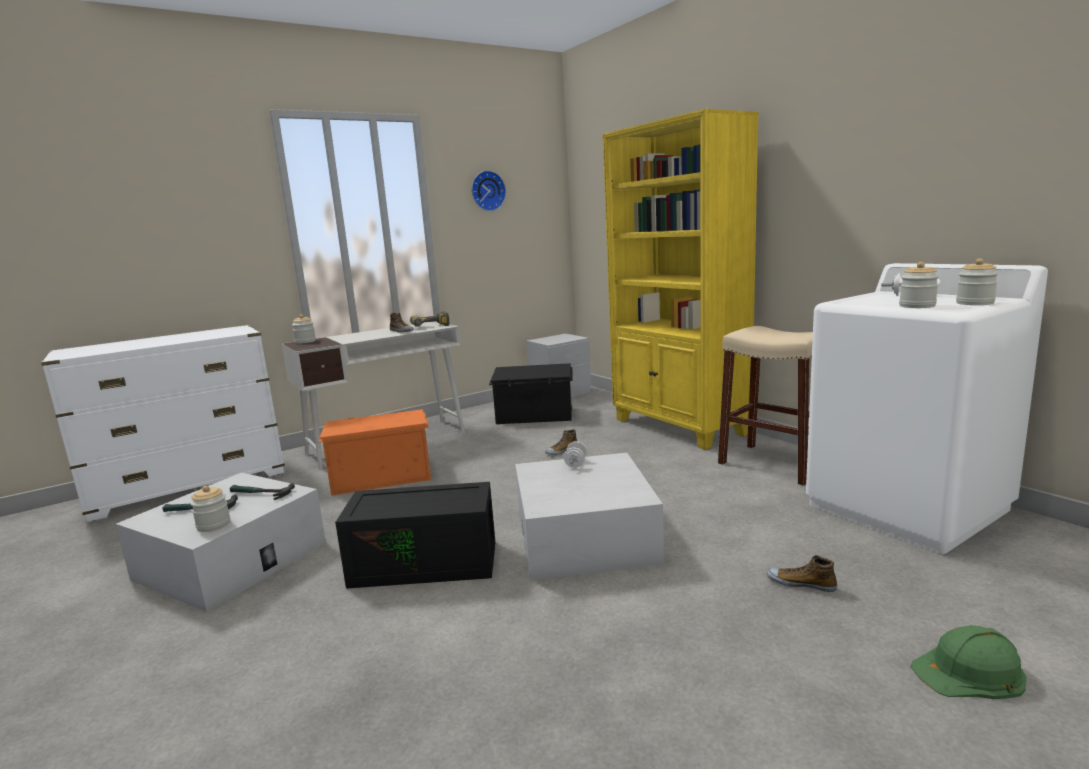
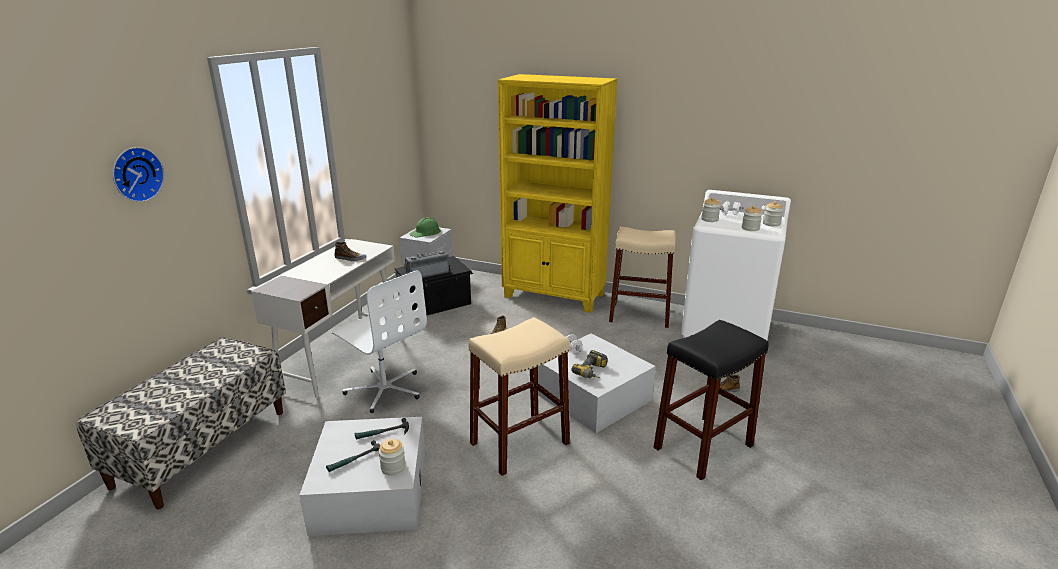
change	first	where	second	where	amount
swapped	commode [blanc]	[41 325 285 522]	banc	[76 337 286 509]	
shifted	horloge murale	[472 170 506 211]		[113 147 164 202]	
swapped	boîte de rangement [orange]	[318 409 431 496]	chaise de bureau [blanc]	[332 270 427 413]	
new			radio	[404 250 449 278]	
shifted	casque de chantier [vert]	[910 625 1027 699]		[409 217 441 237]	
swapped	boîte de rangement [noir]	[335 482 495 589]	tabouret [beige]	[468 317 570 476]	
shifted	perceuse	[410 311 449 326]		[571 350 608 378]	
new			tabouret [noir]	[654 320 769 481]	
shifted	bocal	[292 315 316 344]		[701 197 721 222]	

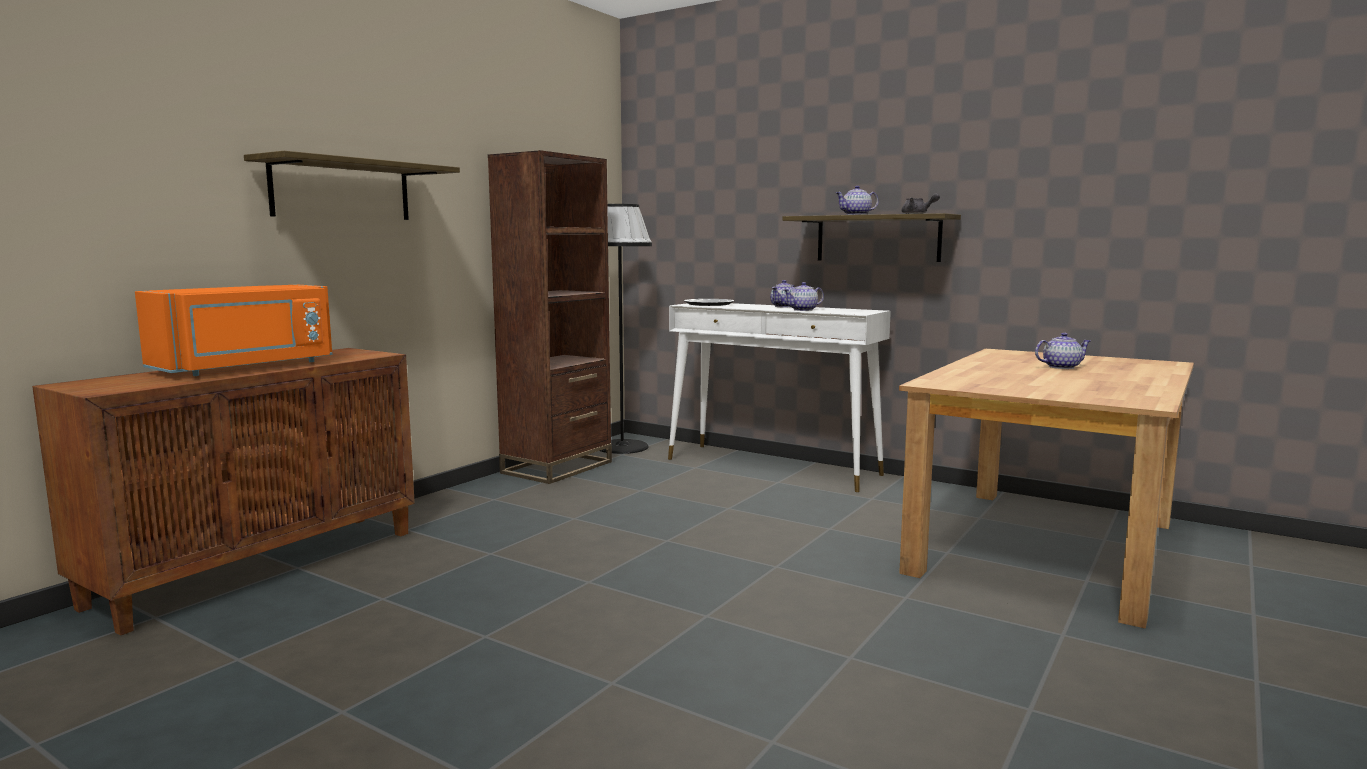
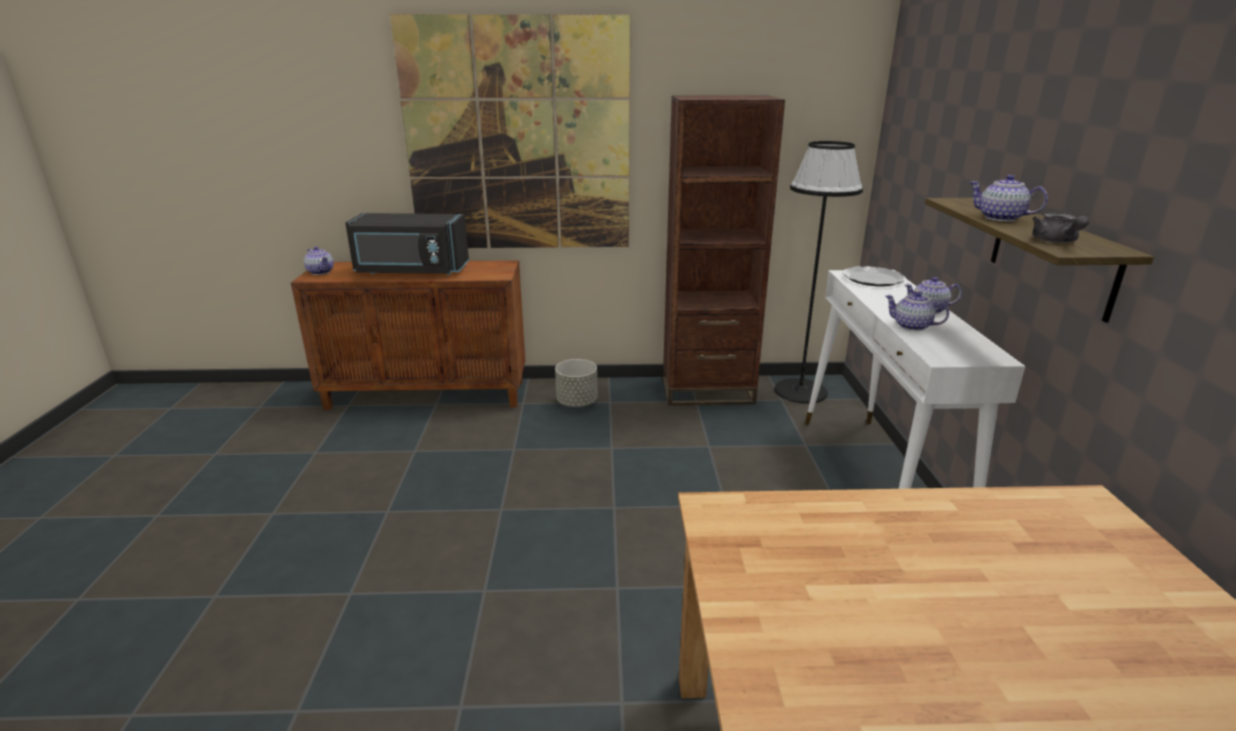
change	first	where	second	where	amount
shifted	théière	[1035 332 1091 369]		[304 247 334 275]	
repainted	micro-ondes [orange]	[135 284 333 376]	micro-ondes [noir]	[345 213 469 275]	
swapped	étagère	[244 151 460 220]	tableau	[390 14 630 248]	
new			cache-pot [gris]	[555 359 597 407]	

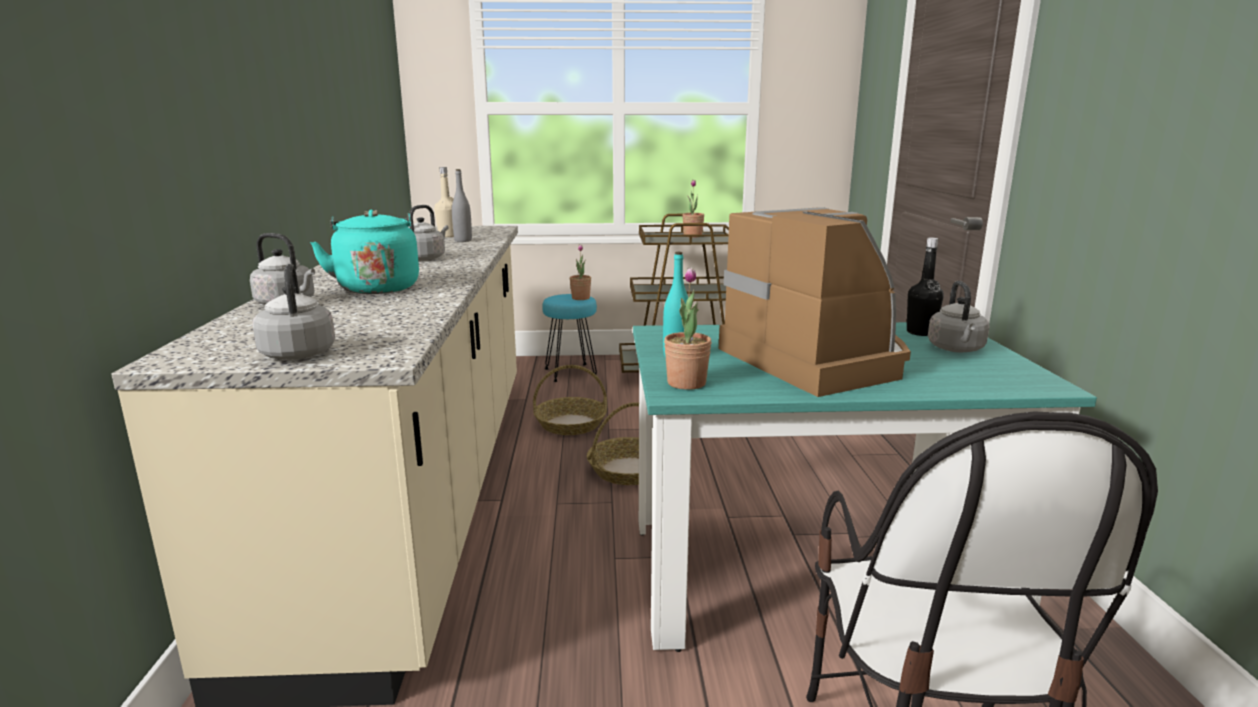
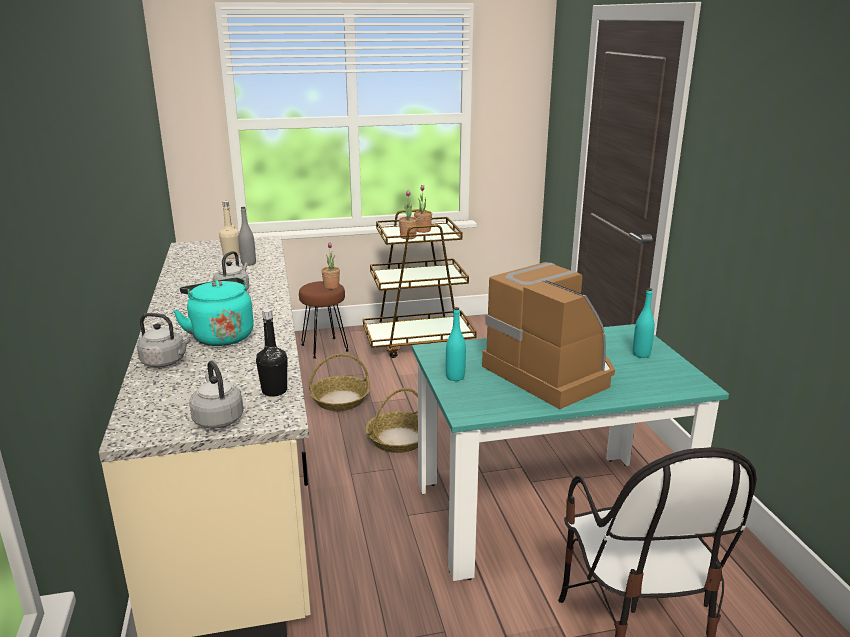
change	first	where	second	where	amount
shifted	bouteille [noir]	[907 237 944 336]		[256 309 287 397]	
repainted	tabouret [turquoise]	[542 294 597 382]	tabouret [marron]	[299 281 349 359]	
shifted	plante en pot	[664 268 712 390]		[399 190 418 239]	
swapped	bouilloire [gris]	[928 281 990 352]	bouteille [turquoise]	[633 288 655 358]	

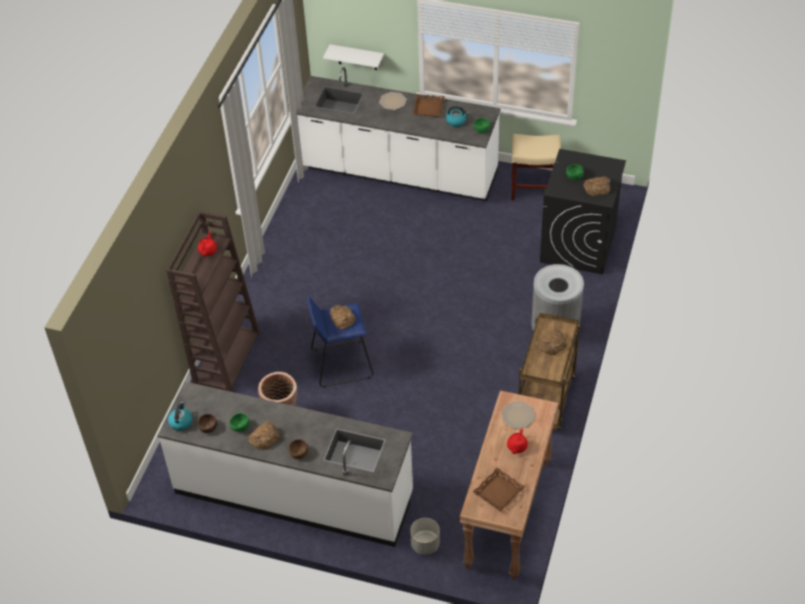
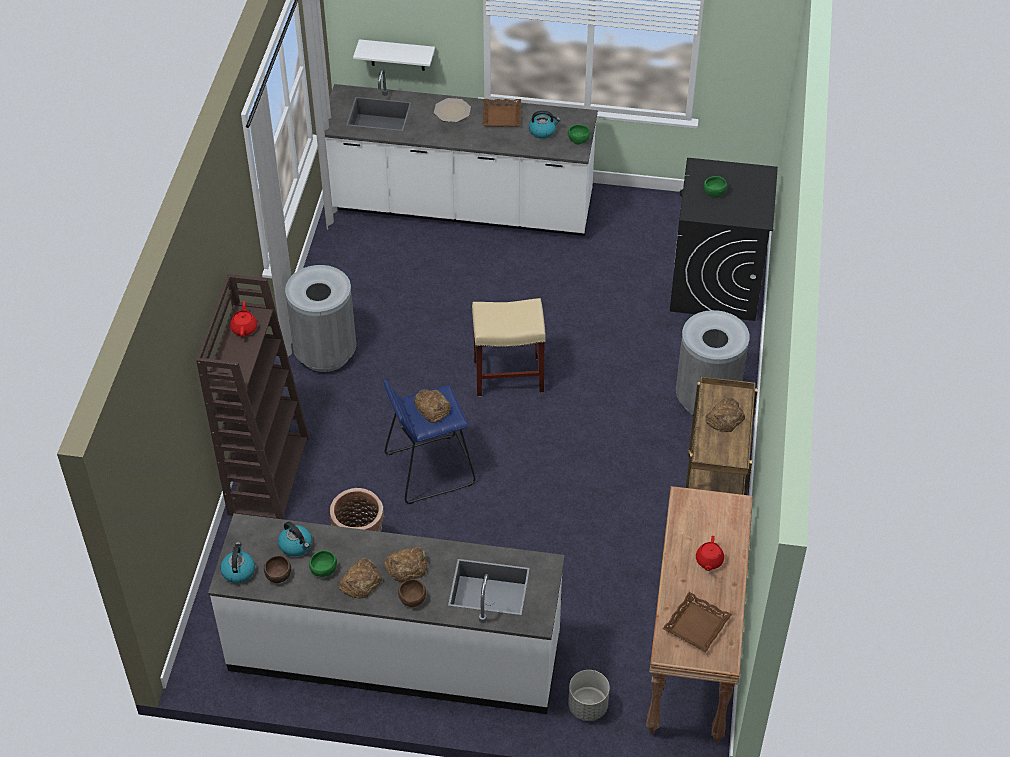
change	first	where	second	where	amount
new			bouilloire	[278 521 312 557]	
new			poubelle [gris]	[285 265 356 372]	
shifted	pain	[583 176 610 197]		[384 547 428 583]	
shifted	tabouret [beige]	[511 134 561 201]		[472 298 546 397]	
gone	assiette	[501 402 535 429]			

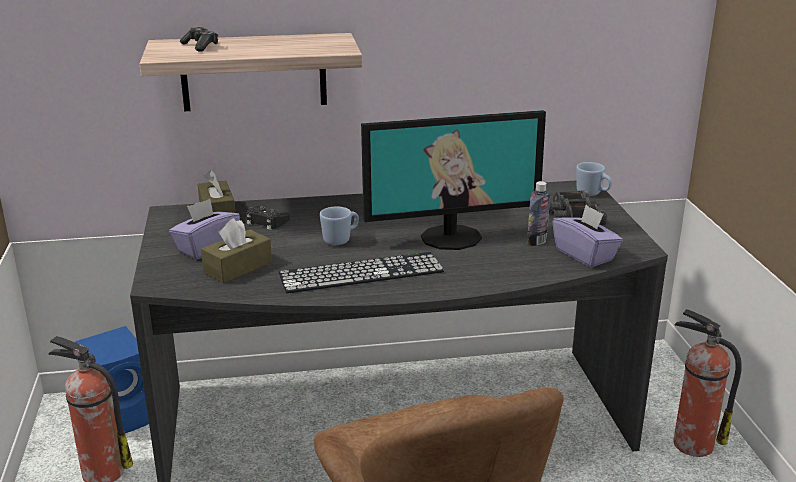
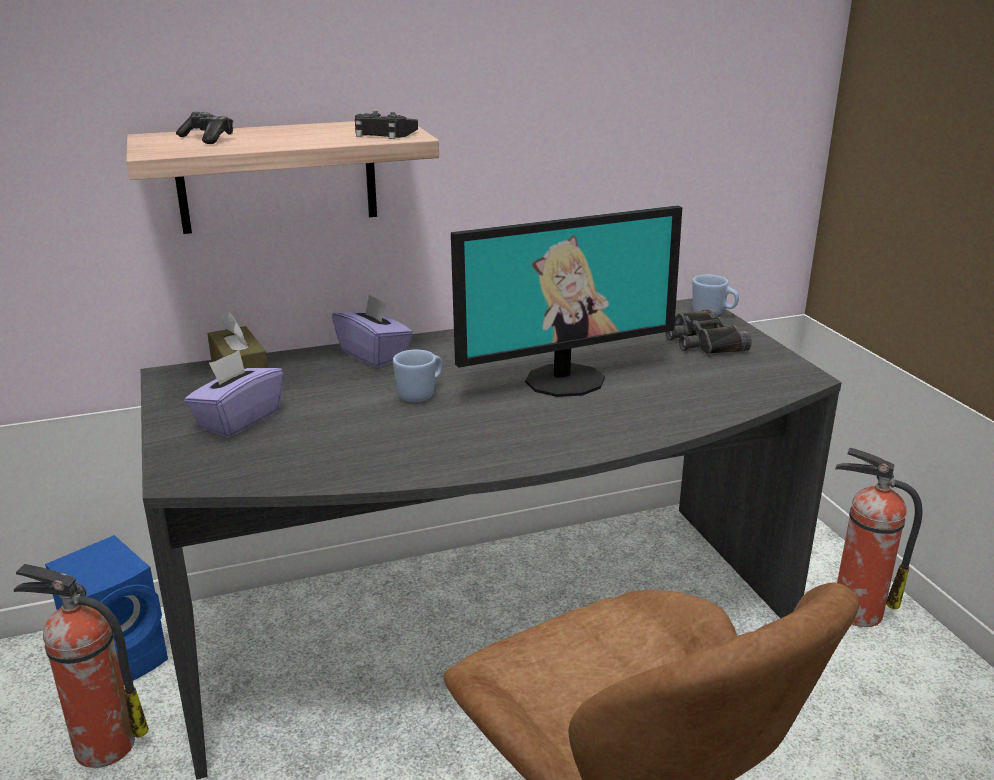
change	first	where	second	where	amount
shifted	boîte à mouchoirs [violet]	[552 205 623 267]		[332 294 413 367]	
shifted	manette [noir]	[246 206 290 230]		[355 111 418 139]	
gone	boîte à mouchoirs [marron]	[201 218 272 283]			
gone	clavier	[279 252 444 294]			
gone	bouteille	[527 181 550 246]			

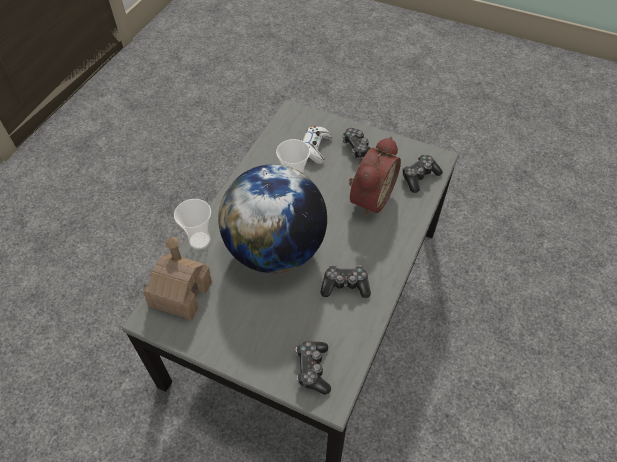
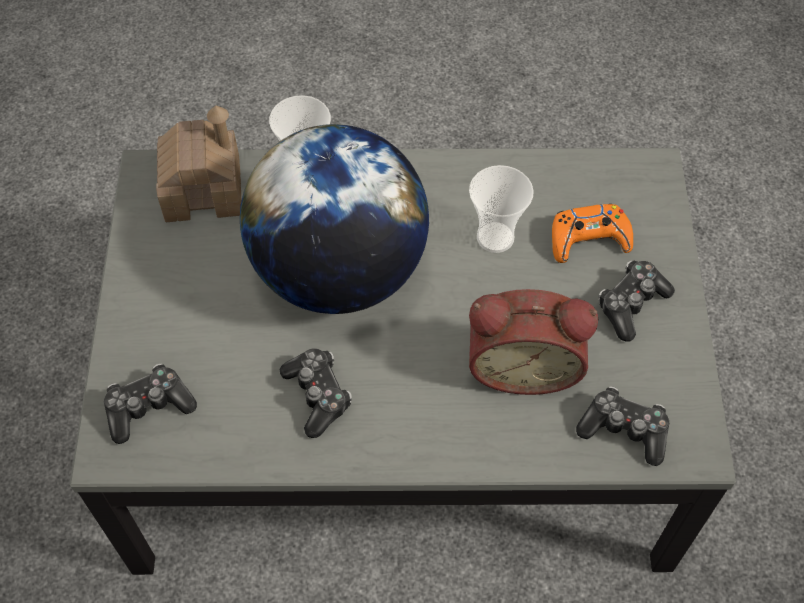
change	first	where	second	where	amount
repainted	manette [blanc]	[303 126 332 164]	manette [orange]	[552 204 633 263]	

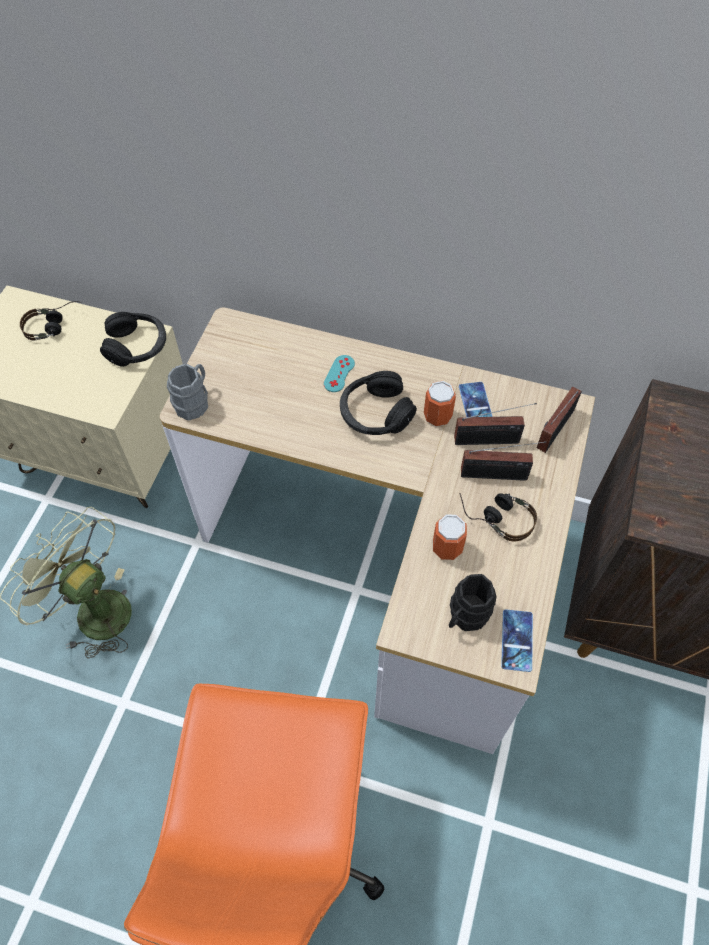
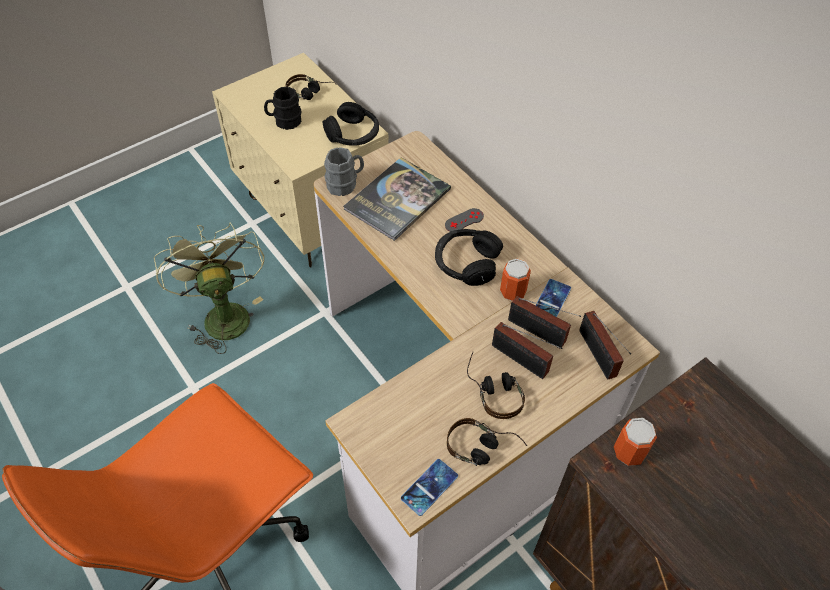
change	first	where	second	where	amount
shifted	mug [noir]	[449 574 496 631]		[264 87 302 130]	
new			livre	[343 157 451 241]	
repainted	manette [turquoise]	[324 355 355 392]	manette [gris]	[445 208 484 232]	
new			casque audio	[447 418 527 466]	
rotated	radio	[537 386 582 453]		[579 311 631 380]	90 degrees counterclockwise
shifted	boîte métallique	[433 514 467 560]		[614 418 657 466]	

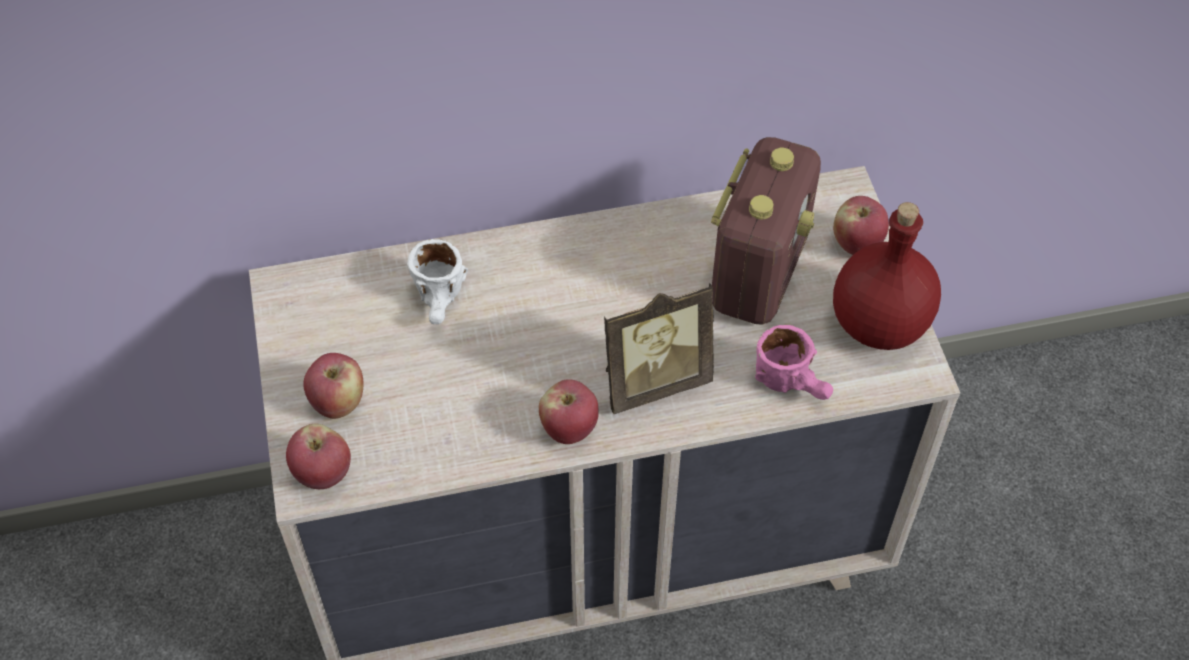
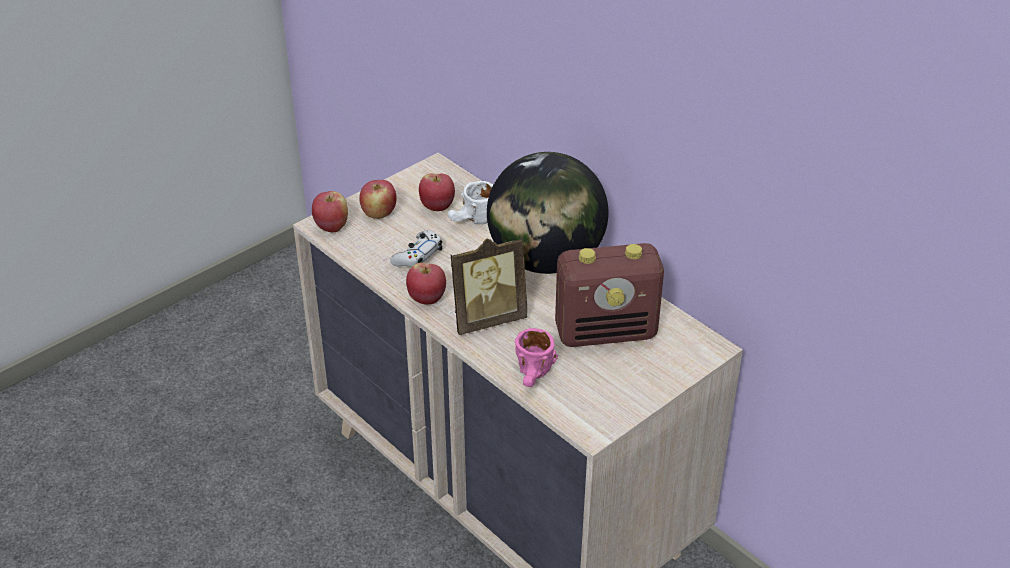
change	first	where	second	where	amount
new			manette [blanc]	[390 230 442 267]	
shifted	pomme	[833 196 889 255]		[419 173 455 211]	
rotated	cadre photo	[604 283 714 414]		[450 237 527 335]	60 degrees counterclockwise
new			globe	[487 152 609 274]	
gone	bouteille [rouge]	[833 202 941 350]			

